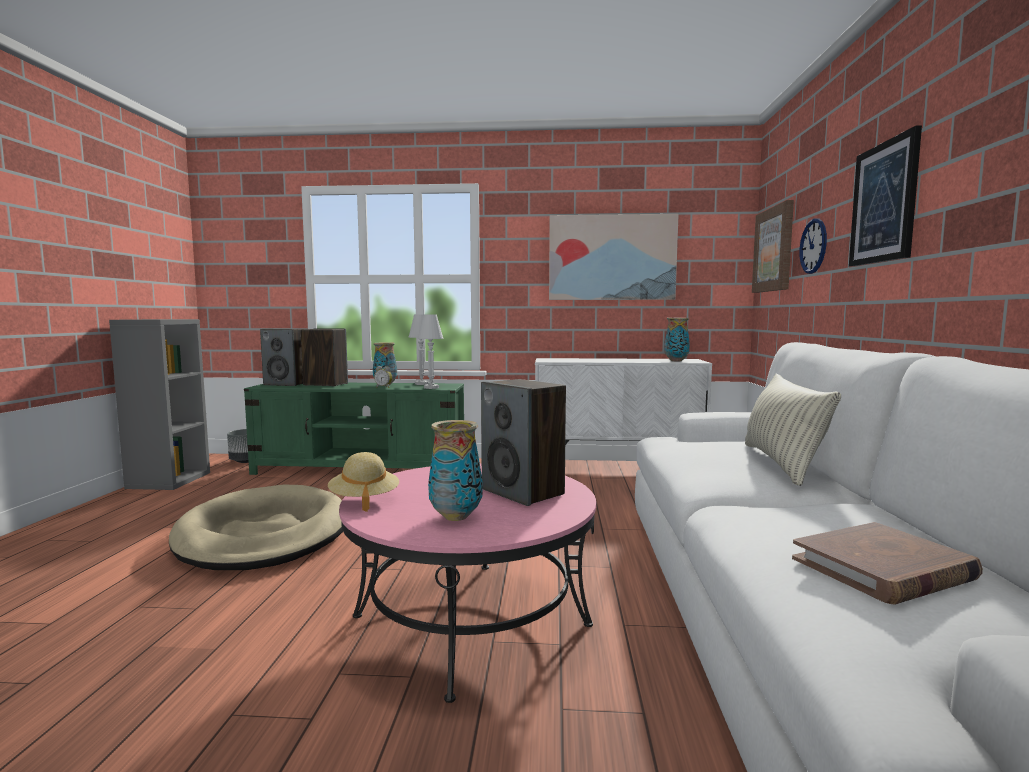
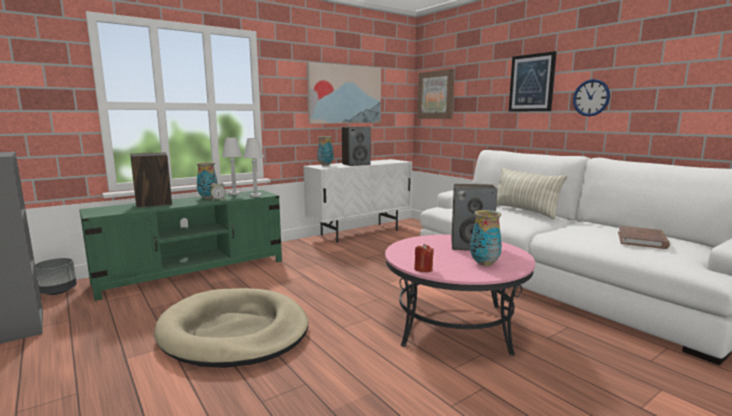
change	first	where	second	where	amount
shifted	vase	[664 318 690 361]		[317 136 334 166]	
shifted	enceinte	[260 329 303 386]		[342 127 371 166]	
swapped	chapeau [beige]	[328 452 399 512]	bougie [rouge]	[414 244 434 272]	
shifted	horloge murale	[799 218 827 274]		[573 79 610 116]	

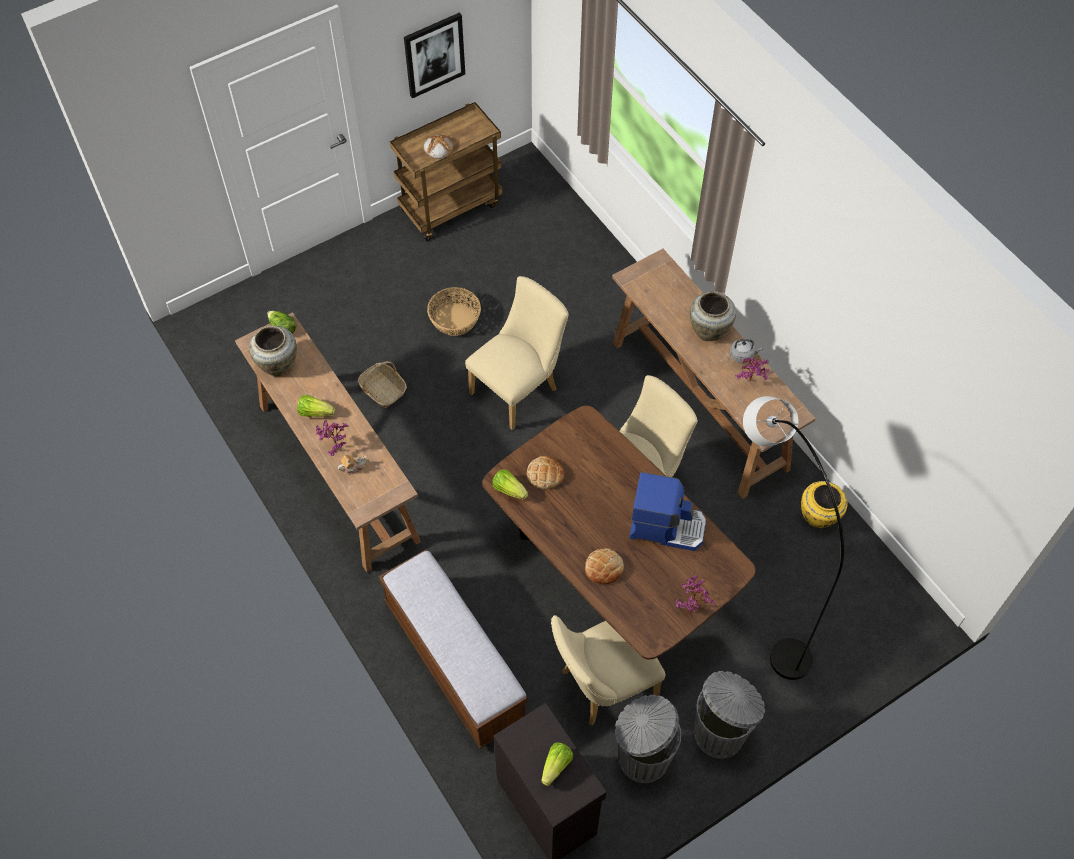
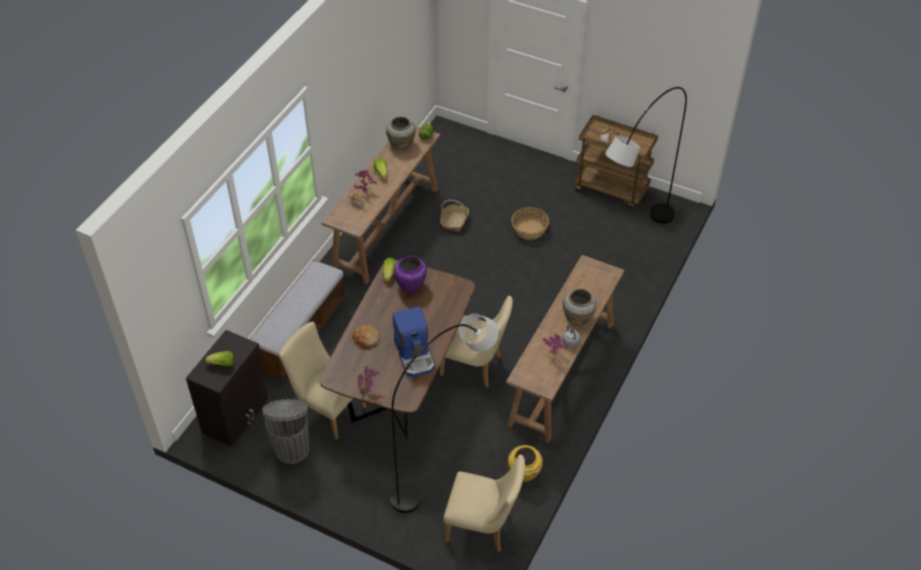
change	first	where	second	where	amount
swapped	pain	[527 456 565 489]	vase [violet]	[394 256 427 292]	
shifted	chaise [beige]	[465 276 569 430]		[443 454 525 552]	
new			lampadaire [gris]	[605 87 687 224]	
gone	tableau	[404 13 465 99]			
gone	poubelle [gris]	[694 671 765 759]			

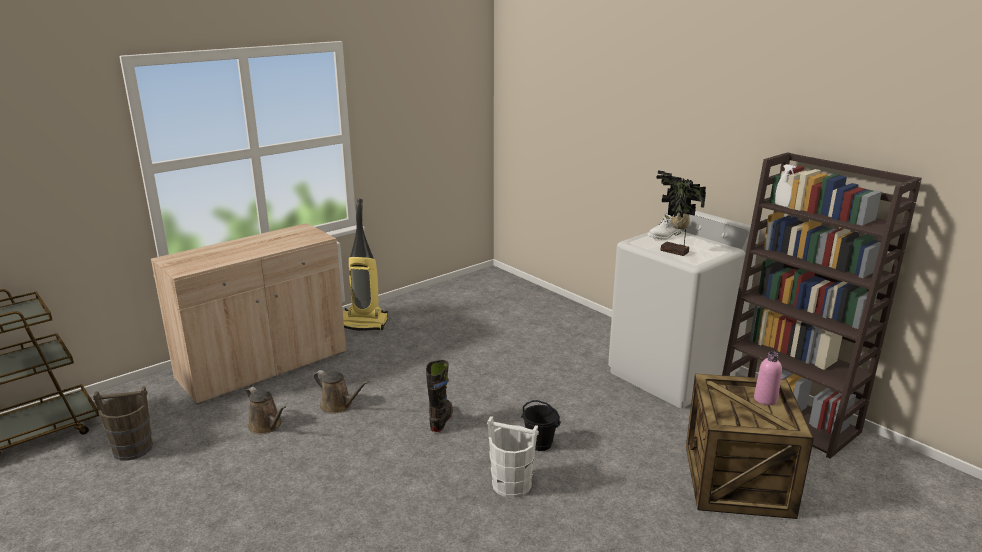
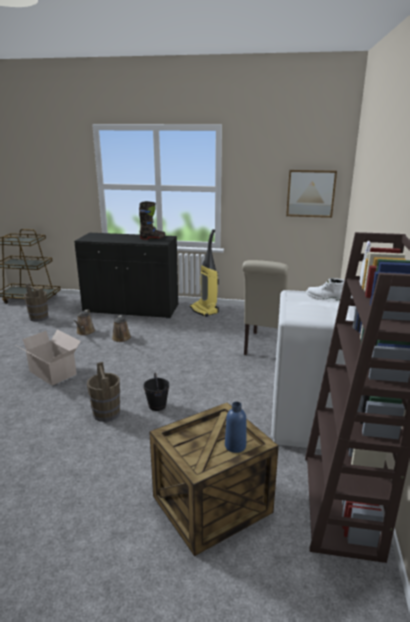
change	first	where	second	where	amount
new			carton	[16 329 81 386]	
repainted	meuble de rangement [beige]	[151 223 346 405]	meuble de rangement [noir]	[74 233 178 319]	
repainted	seau [blanc]	[487 416 539 498]	seau [marron]	[87 362 120 422]	
shifted	botte [noir]	[426 360 453 432]		[139 201 165 240]	
repainted	bouteille [rose]	[754 351 782 405]	bouteille [bleu]	[225 402 246 453]	
new			chaise [beige]	[242 260 289 355]	
new			tableau	[286 170 337 218]	
gone	plante en pot	[656 170 706 256]			

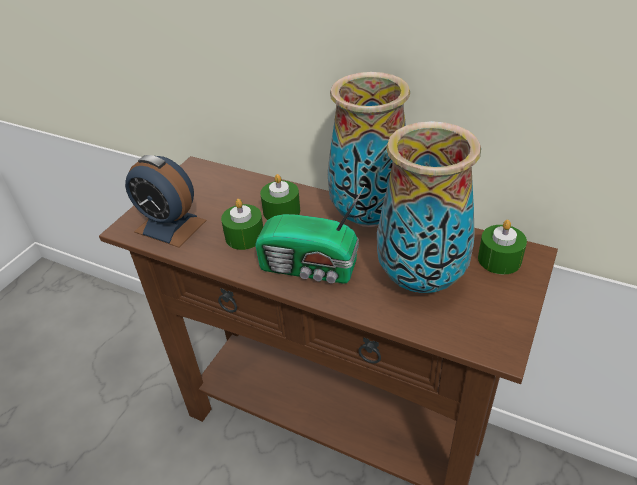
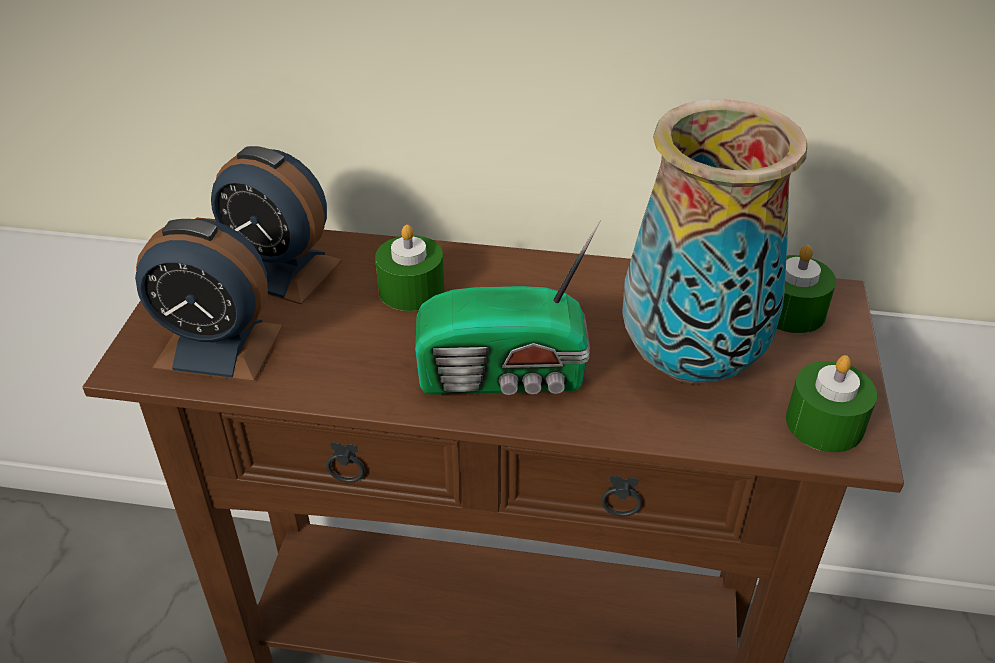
change	first	where	second	where	amount
new			réveil	[211 146 342 305]	
shifted	bougie [vert]	[221 199 263 250]		[786 355 877 452]	
gone	vase	[327 72 410 227]			

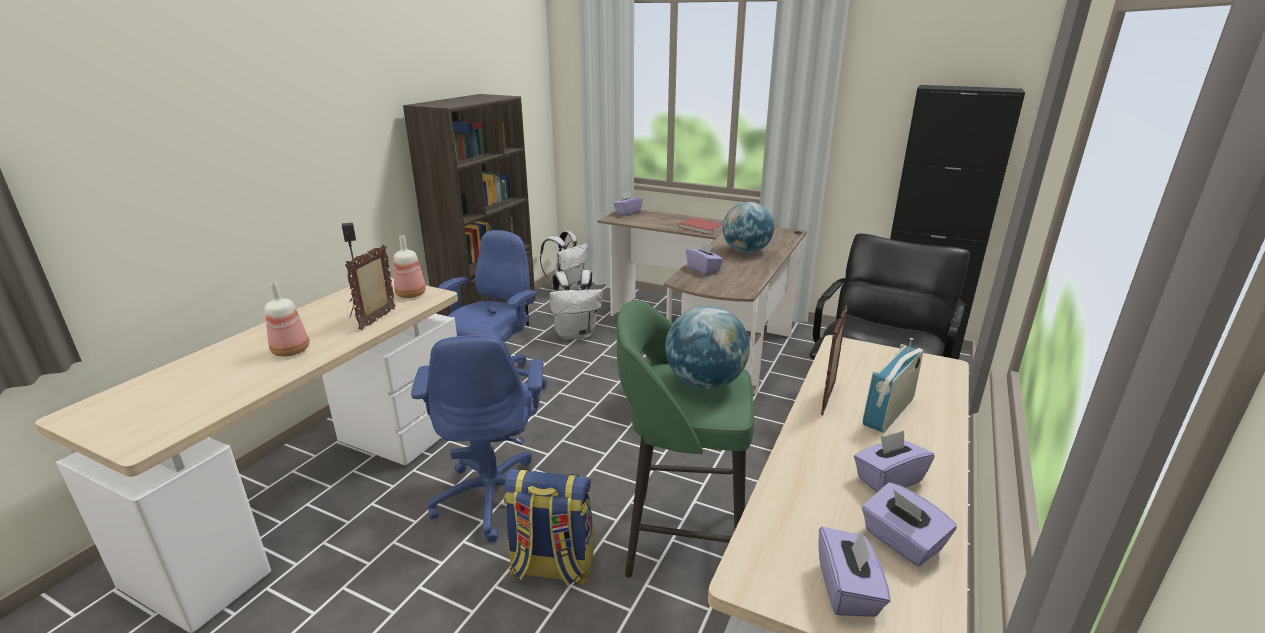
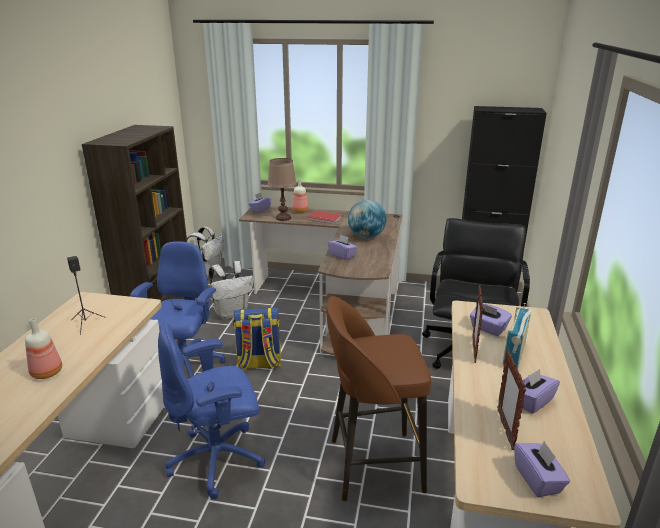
change	first	where	second	where	amount
rotated	chaise de bureau [bleu]	[411 335 543 542]		[158 323 265 499]	90 degrees clockwise
shifted	sac à dos	[504 469 594 586]		[233 308 281 370]	
new			lampe de table [marron]	[268 158 297 221]	
shifted	bouteille	[394 236 426 298]		[292 178 308 213]	
repainted	tabouret [vert]	[617 300 754 578]	tabouret [marron]	[326 296 431 501]	
shifted	boîte à mouchoirs [violet]	[862 482 957 566]		[470 304 512 336]	
shifted	cadre photo	[345 244 396 330]		[497 350 526 450]	
gone	globe	[665 305 750 389]			

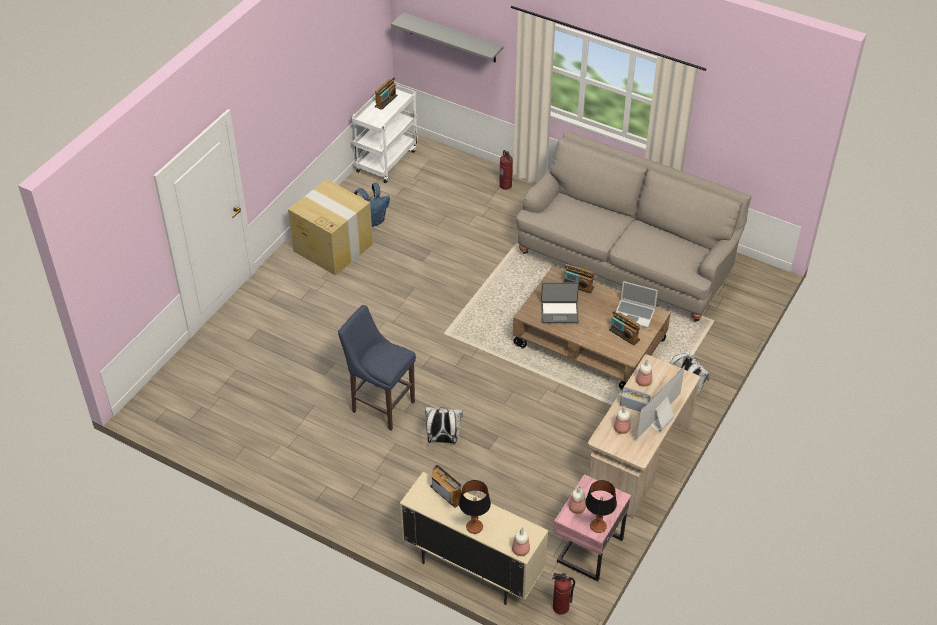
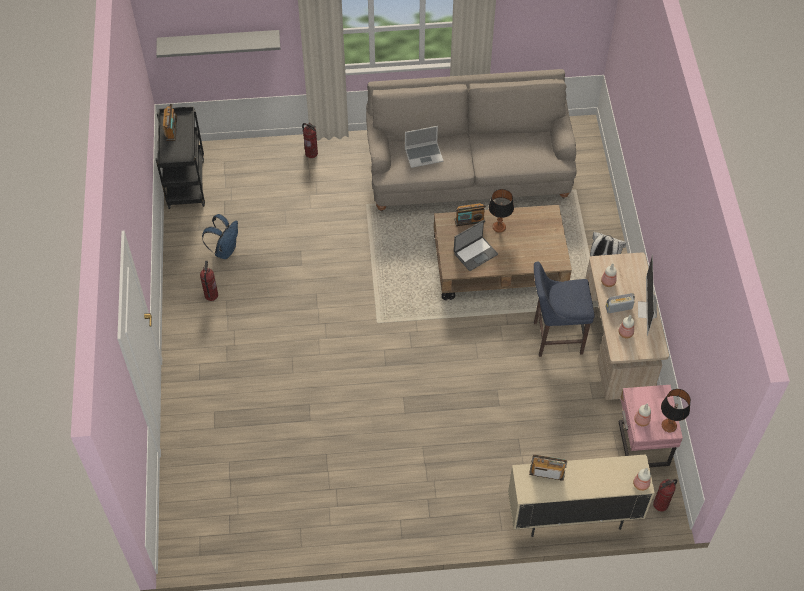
change	first	where	second	where	amount
repainted	chariot [blanc]	[351 84 418 183]	chariot [noir]	[156 106 205 209]	
swapped	carton	[288 179 373 276]	extincteur	[200 261 218 301]	
shifted	ordinateur portable	[616 281 658 328]		[405 126 443 168]	
shifted	lampe de table	[459 480 491 534]		[489 189 514 233]	
shifted	tabouret [bleu]	[338 305 416 431]		[534 262 595 357]	
gone	sac à dos [blanc]	[425 407 463 444]			
gone	radio	[609 311 640 345]			

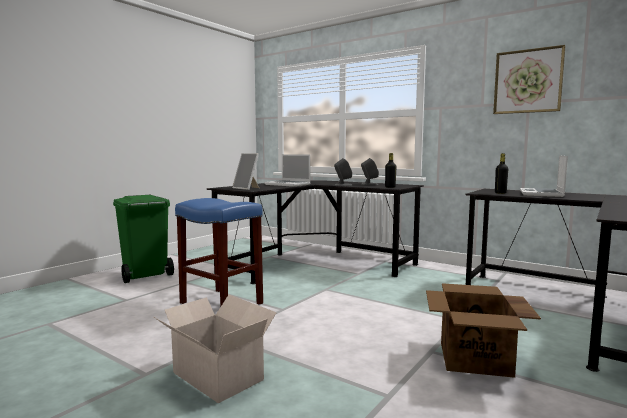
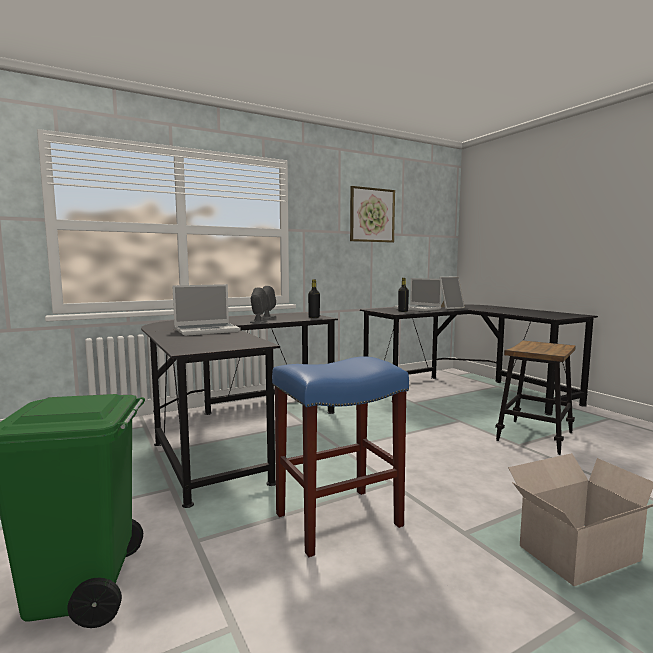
change	first	where	second	where	amount
shifted	cadre photo	[232 153 259 190]		[439 277 465 309]	
swapped	carton	[426 283 541 378]	tabouret	[495 340 576 455]	

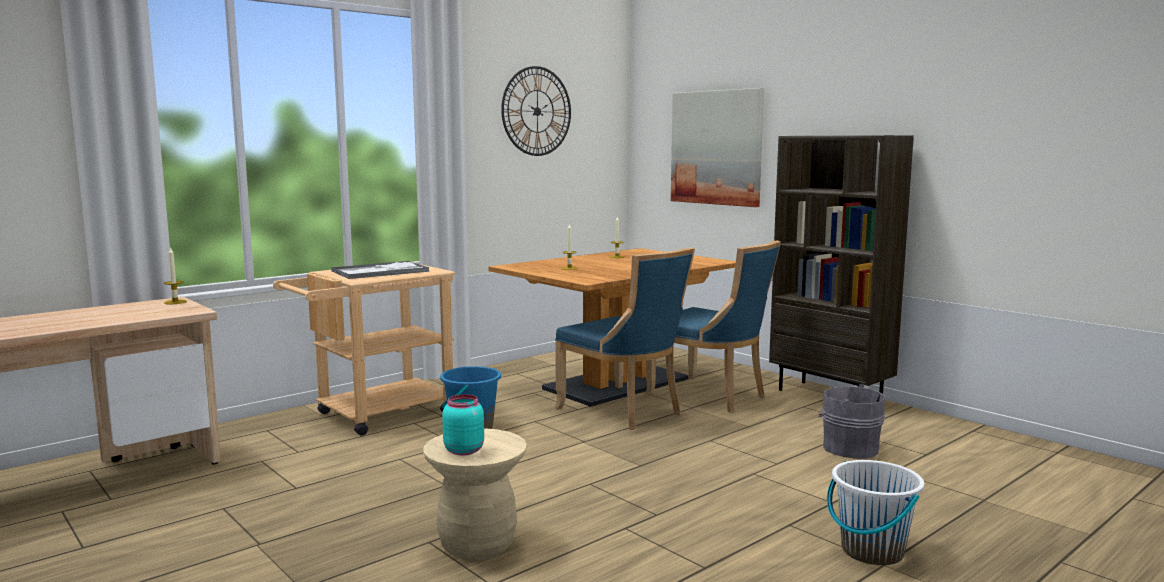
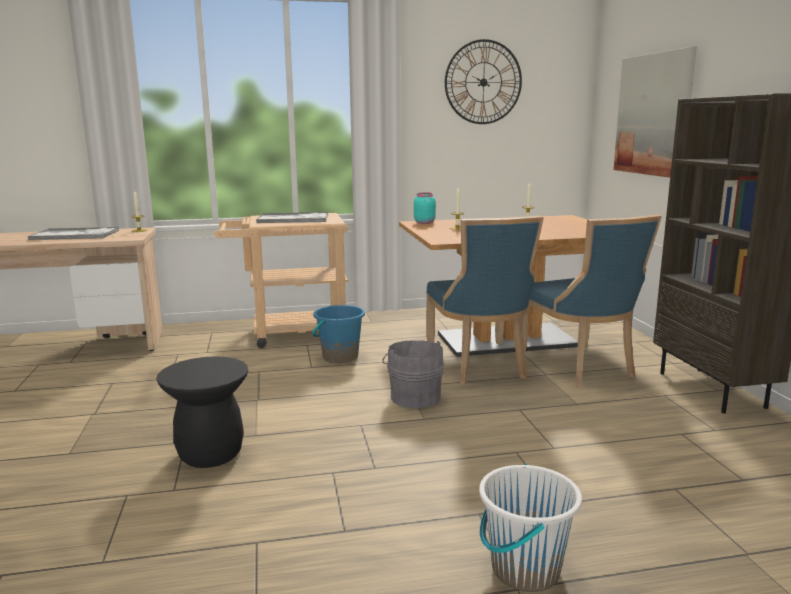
change	first	where	second	where	amount
new			plateau	[28 227 119 240]	
repainted	tabouret [beige]	[423 428 527 560]	tabouret [noir]	[156 356 248 468]	
shifted	seau [gris]	[818 384 885 459]		[382 340 444 408]	
shifted	bocal [turquoise]	[442 394 484 455]		[414 193 436 224]	

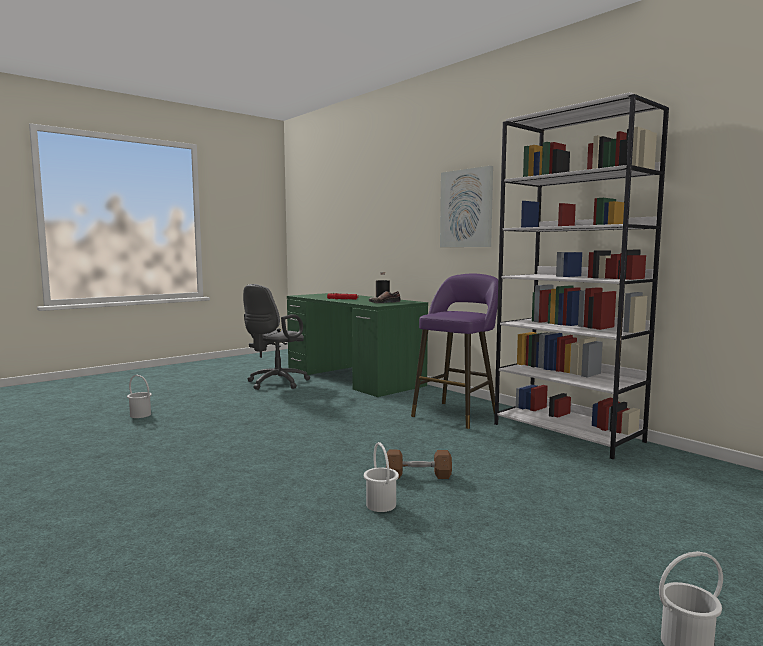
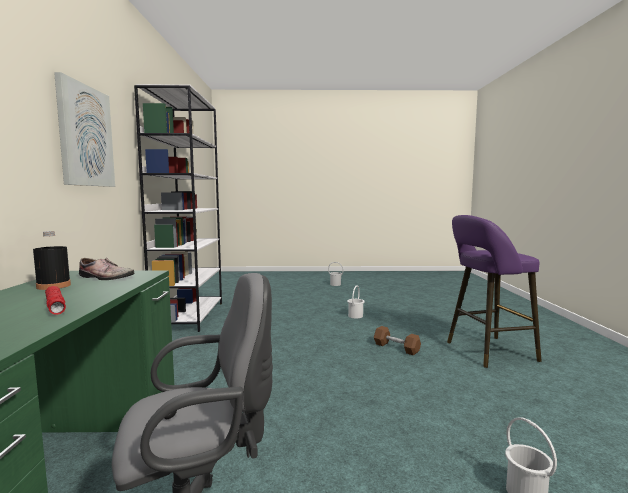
change	first	where	second	where	amount
shifted	haltère [marron]	[386 450 452 479]		[374 326 421 355]	
shifted	tabouret [violet]	[411 274 498 429]		[447 215 542 368]	

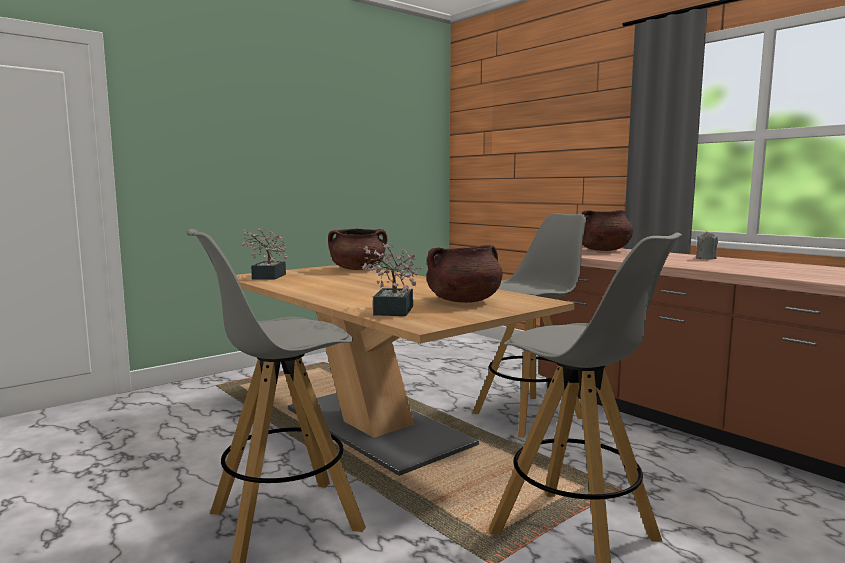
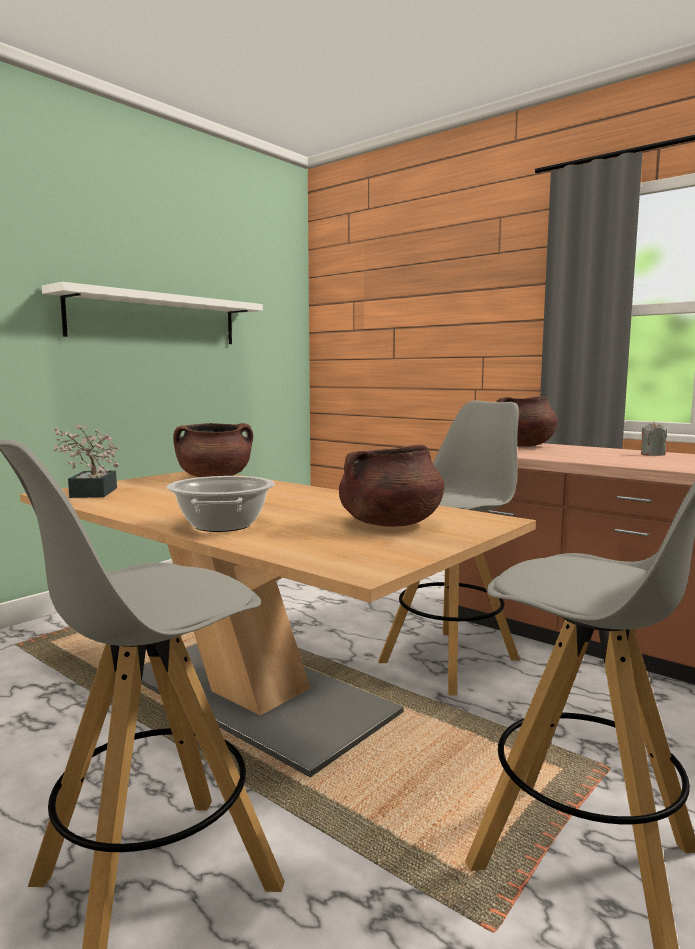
change	first	where	second	where	amount
new			étagère [blanc]	[42 282 263 344]	
new			marmite	[167 476 275 532]	
gone	plante en pot	[362 243 423 316]			

